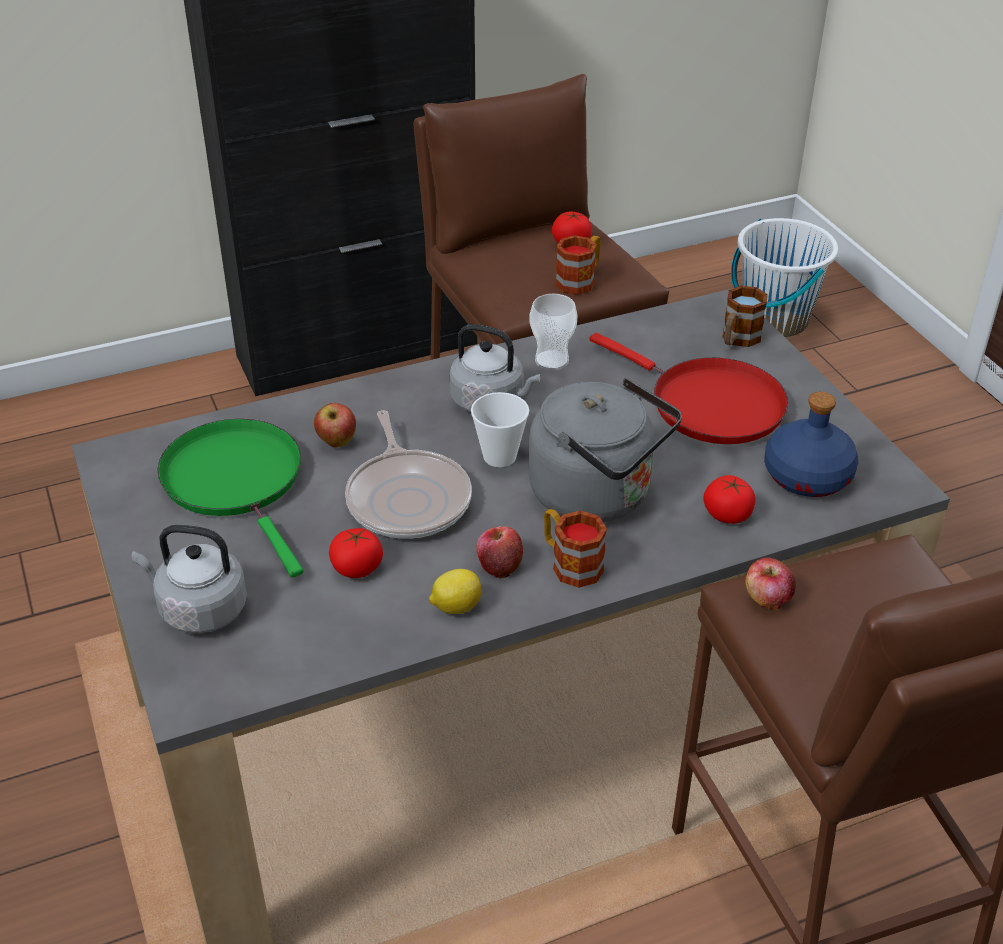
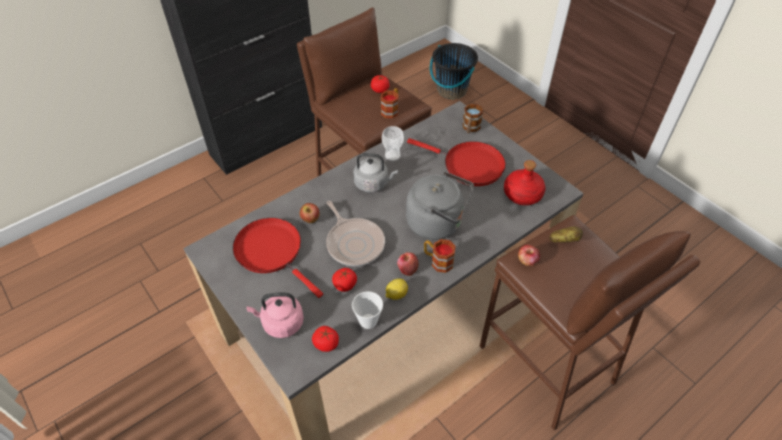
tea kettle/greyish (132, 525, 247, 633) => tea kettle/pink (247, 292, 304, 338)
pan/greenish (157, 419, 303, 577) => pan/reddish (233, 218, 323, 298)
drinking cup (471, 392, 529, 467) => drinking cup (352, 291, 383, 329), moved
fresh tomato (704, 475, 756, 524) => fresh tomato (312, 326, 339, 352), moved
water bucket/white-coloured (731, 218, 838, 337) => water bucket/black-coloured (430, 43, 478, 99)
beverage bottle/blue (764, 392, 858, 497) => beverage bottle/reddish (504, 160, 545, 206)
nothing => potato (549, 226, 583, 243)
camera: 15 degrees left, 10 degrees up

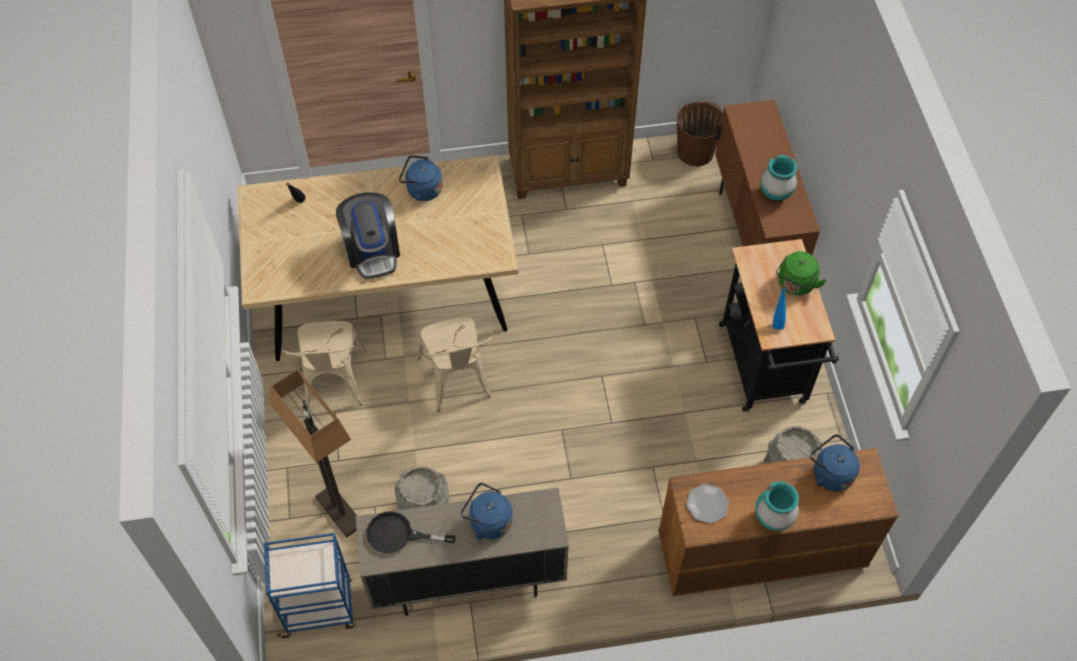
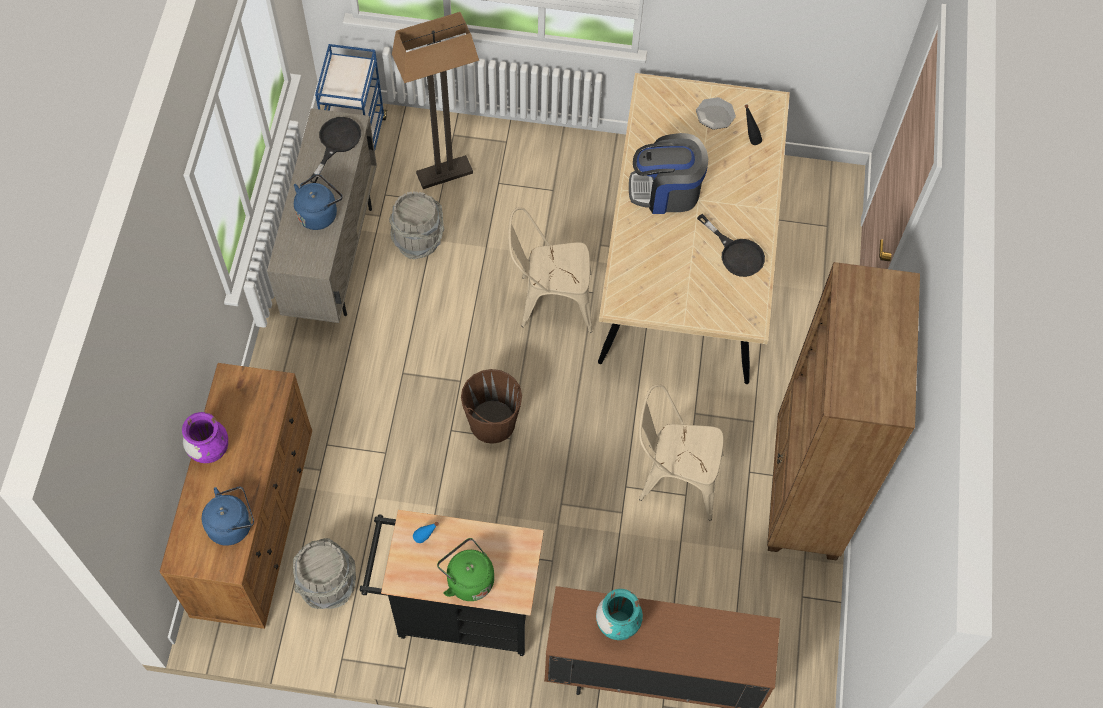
plain chair/beige (282, 321, 367, 409) => plain chair/beige (639, 384, 724, 521), moved
tea kettle/blue (399, 155, 443, 201) => pan/black-coloured (697, 214, 765, 277)
water bucket/brownish (677, 102, 723, 166) => water bucket/brownish (461, 369, 522, 444), moved
flat dish (686, 484, 729, 524) => flat dish (696, 97, 736, 130), moved
vase/blue-green (756, 481, 799, 531) => vase/purple-coloured (182, 412, 228, 463)
camera: 105 degrees right, 5 degrees up

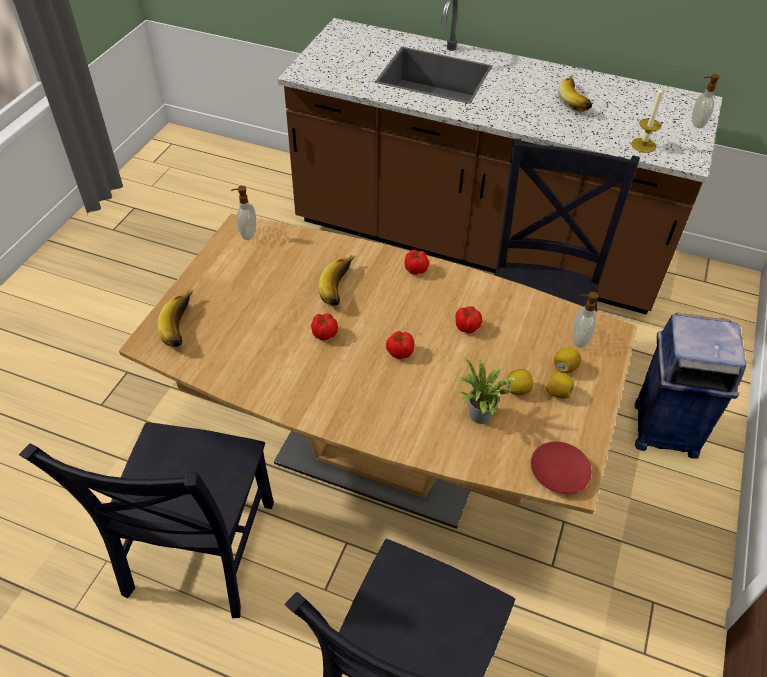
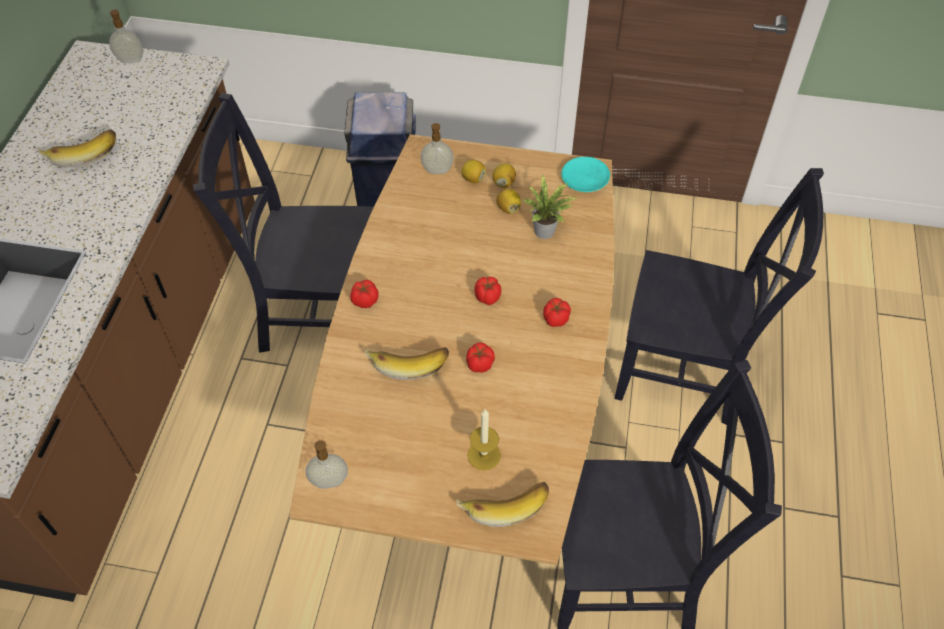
fresh tomato (455, 306, 482, 333) => fresh tomato (543, 298, 571, 327), moved
flat dish/reddish (531, 442, 591, 494) => flat dish/blue-green (561, 157, 610, 192)
wax candle (631, 86, 664, 153) => wax candle (467, 409, 501, 470), moved
camera: 100 degrees left, 5 degrees up

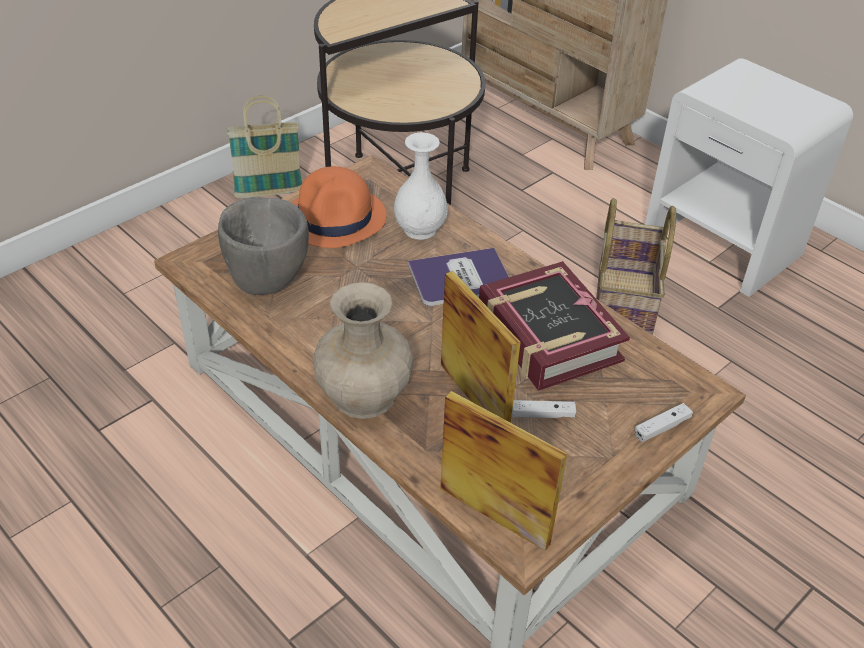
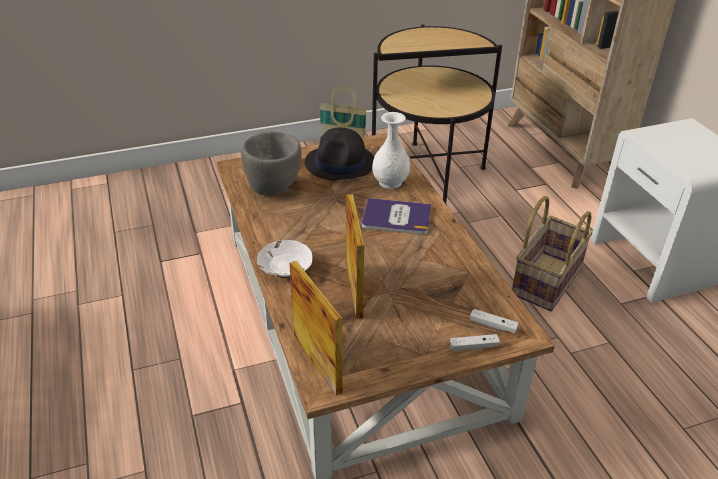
clothing hat/orange (292, 166, 386, 248) => clothing hat/black-coloured (305, 127, 374, 180)
vase/beige (313, 282, 413, 419) => bowl/white-coloured (257, 240, 313, 278)
bound book (479, 261, 630, 391) => nothing
joypad/white-coloured (512, 400, 576, 418) => joypad/white-coloured (470, 309, 519, 333), moved
camera: 25 degrees right, 5 degrees down

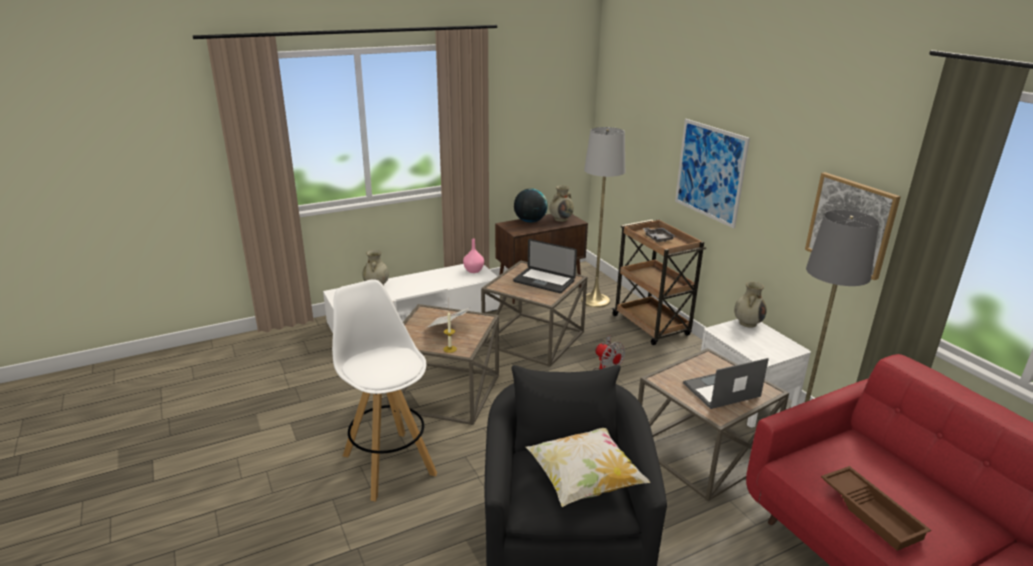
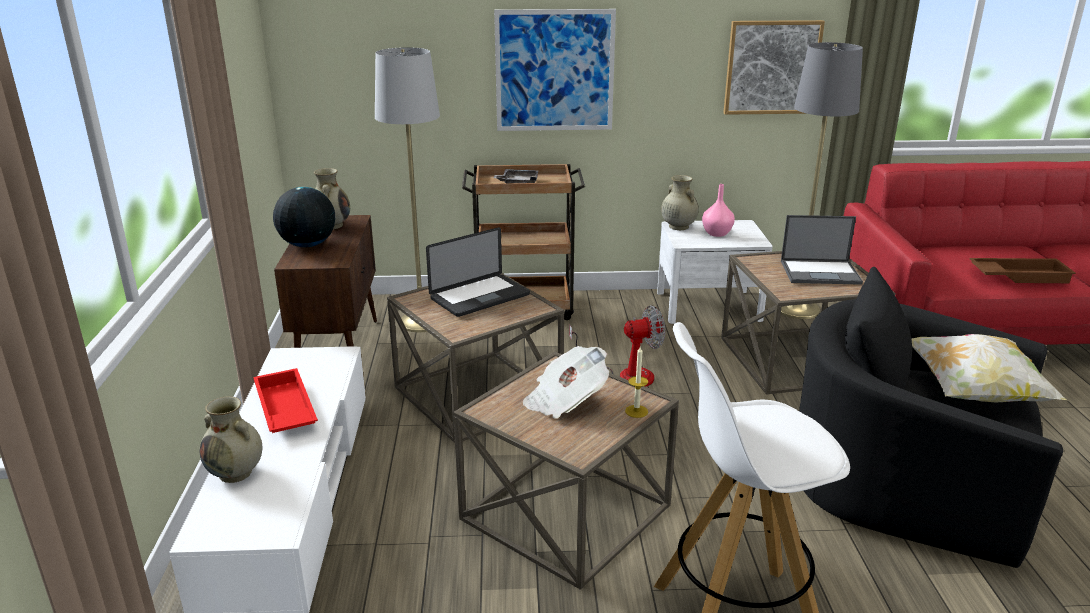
vase/pink (463, 239, 484, 273) => vase/pink (702, 184, 735, 237), moved
portable computer (683, 358, 769, 409) => portable computer (781, 215, 863, 285), 90 degrees counterclockwise
nothing => serving tray/reddish (253, 368, 318, 433)
camera: 65 degrees left, 0 degrees up

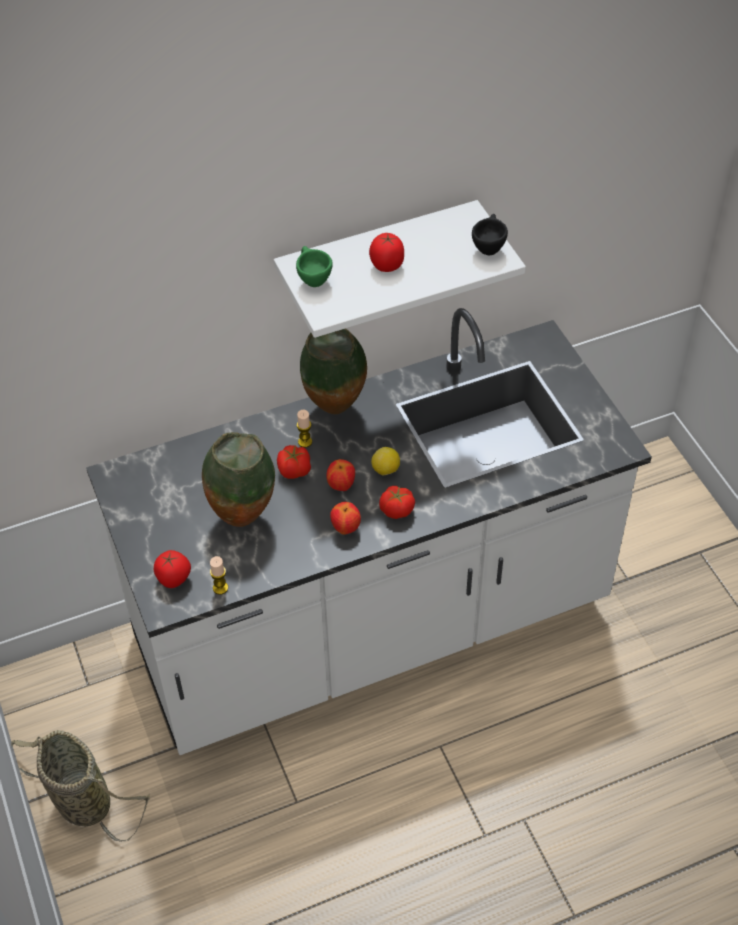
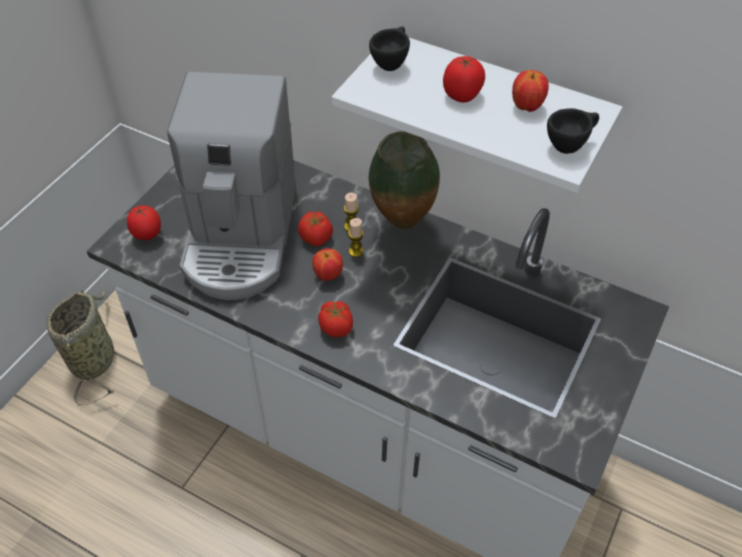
vase (202, 432, 275, 527) => coffee brewer (167, 72, 296, 300)
wax candle (210, 556, 228, 595) => wax candle (348, 218, 364, 257), moved
drinking cup/greenish (296, 246, 333, 287) => drinking cup/black-coloured (369, 26, 410, 71)
whole apple (330, 502, 361, 535) => whole apple (512, 70, 549, 112), moved
lemon (371, 447, 400, 475) => nothing
camera: 50 degrees right, 0 degrees up

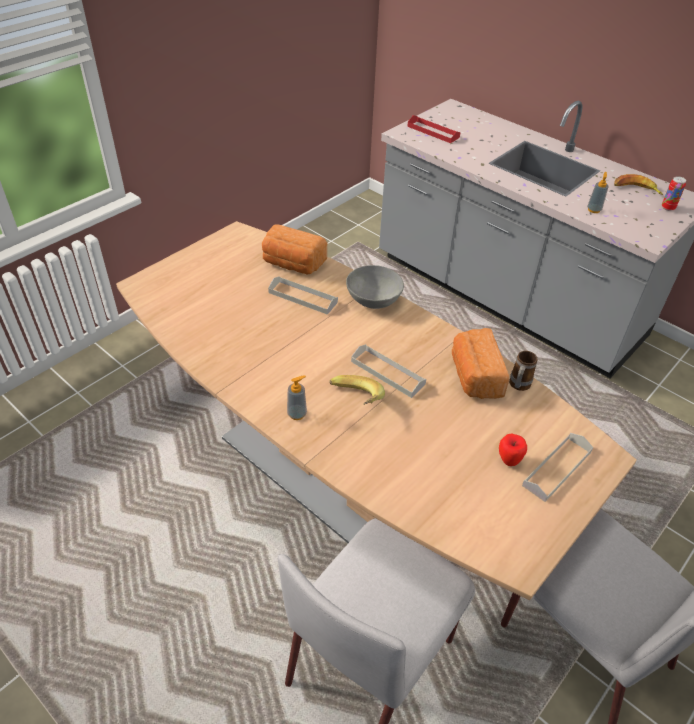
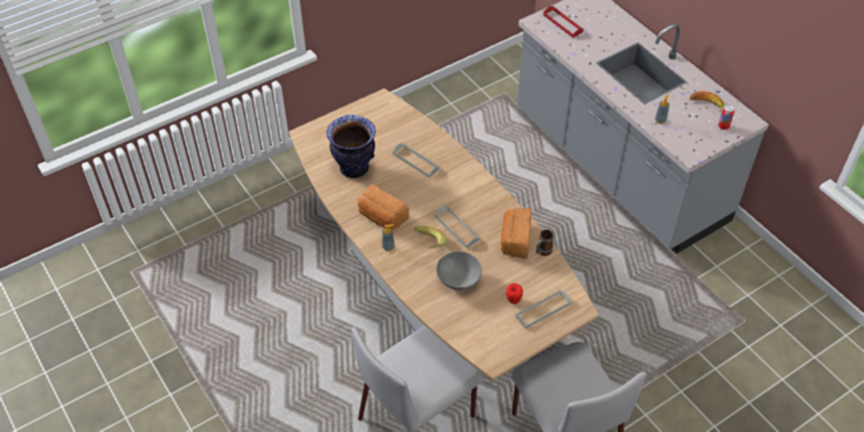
bread (262, 224, 327, 274) => bread (358, 184, 409, 230), moved
bowl/greyish (346, 265, 404, 309) => bowl/greyish (436, 251, 482, 291), moved
nothing => vase (326, 115, 376, 178)
camera: 15 degrees right, 5 degrees up

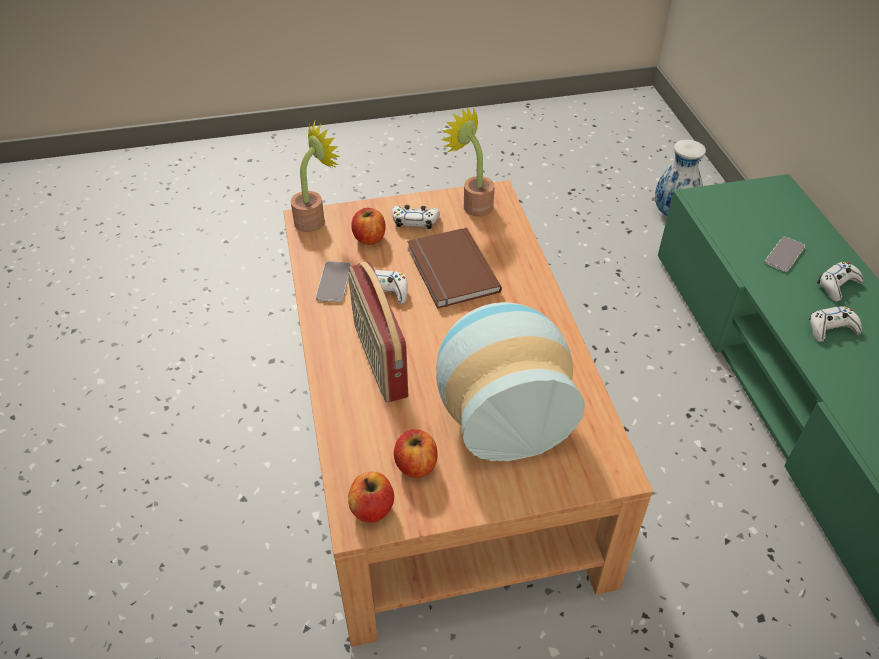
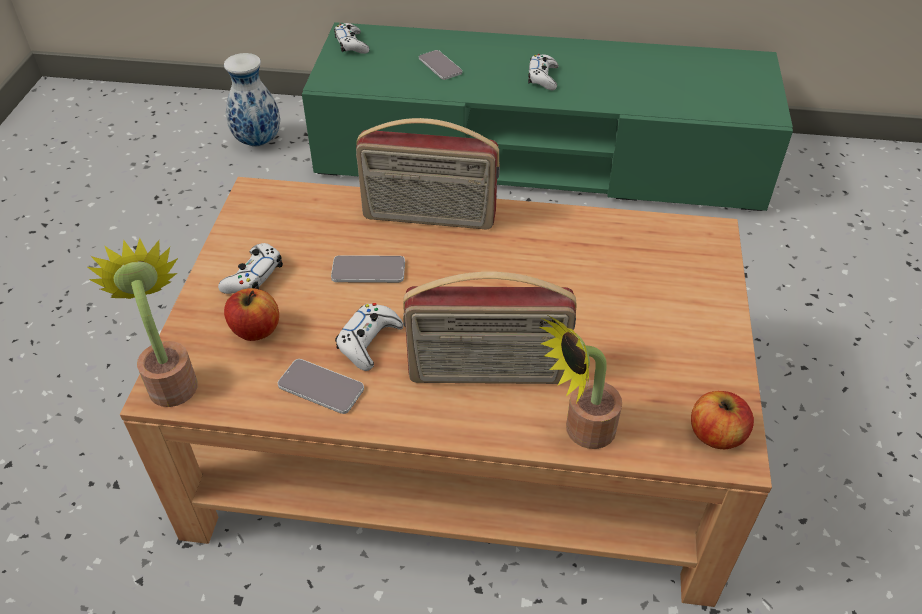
whole apple (394, 429, 438, 478) => nothing
bound book/brownish (407, 227, 502, 309) => handset (331, 255, 405, 283)
vase (436, 302, 585, 461) => nothing
potted plant (441, 107, 495, 217) => potted plant (540, 315, 622, 449), moved
joypad/white-coloured (817, 262, 864, 302) => joypad/white-coloured (334, 23, 369, 54), moved
nothing => radio set (356, 118, 500, 229)
camera: 70 degrees left, 0 degrees up

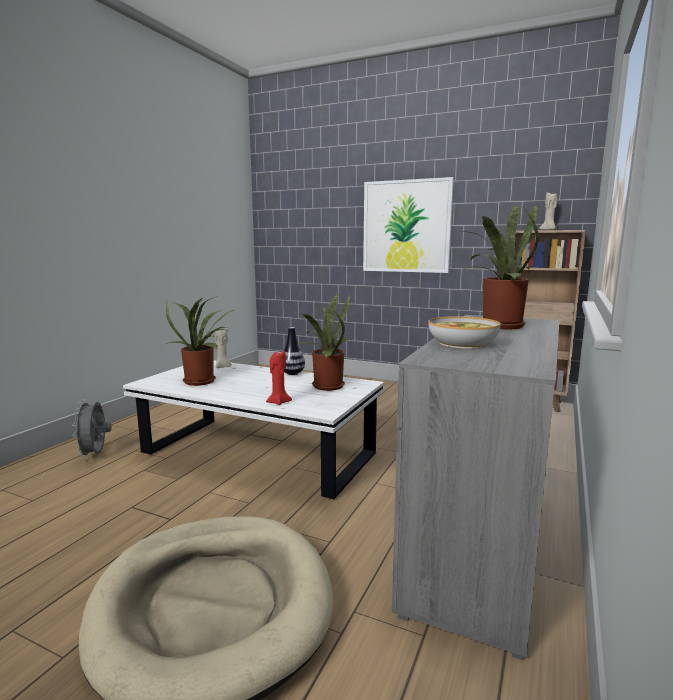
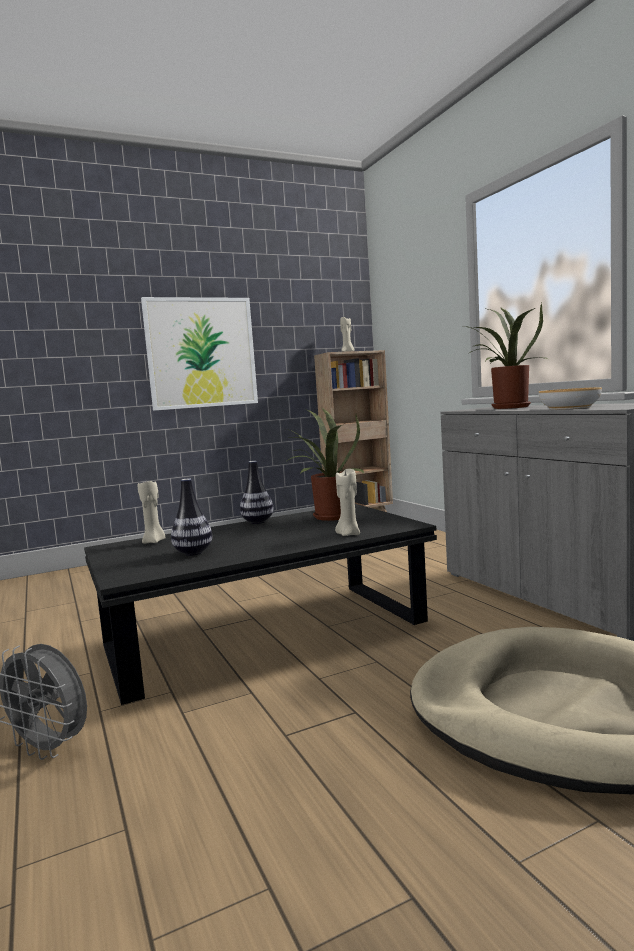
coffee table/white-coloured (123, 360, 384, 499) => coffee table/black-coloured (84, 504, 437, 705)
potted plant (166, 297, 234, 386) => vase (171, 479, 212, 556)
wax candle/reddish (266, 351, 292, 405) => wax candle/beige (335, 469, 360, 536)
camera: 50 degrees left, 5 degrees down

